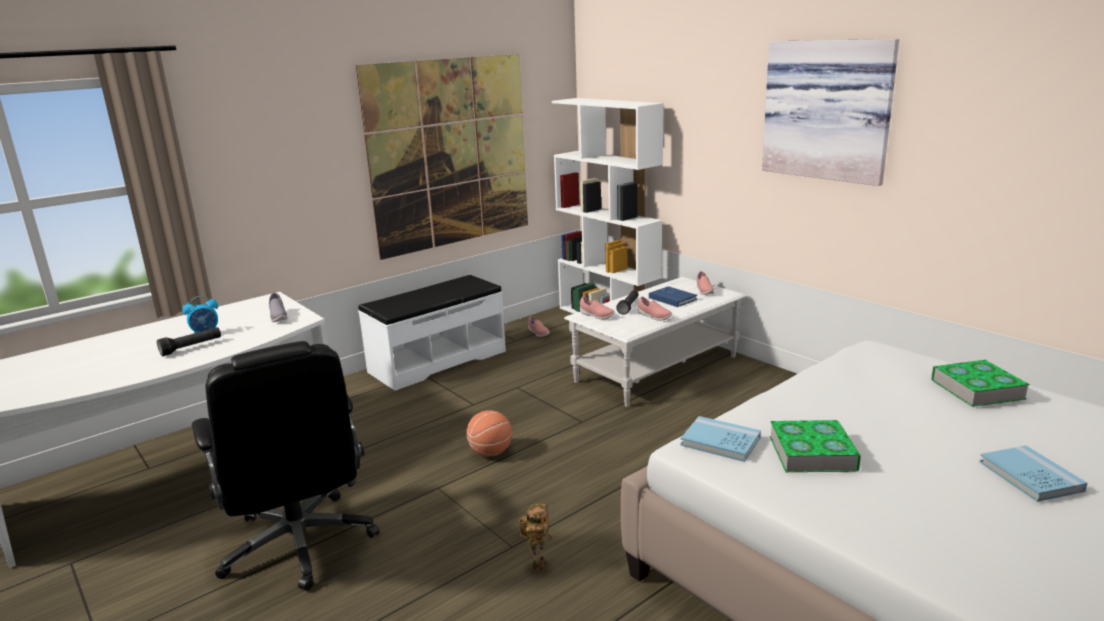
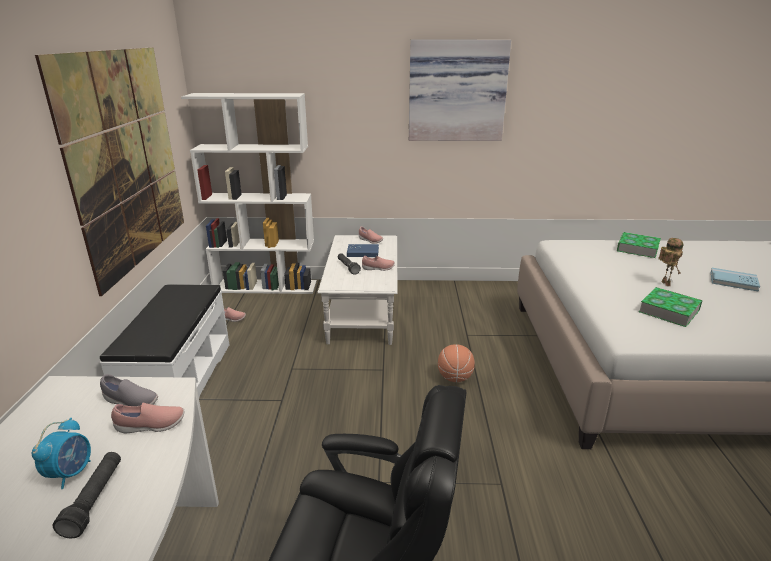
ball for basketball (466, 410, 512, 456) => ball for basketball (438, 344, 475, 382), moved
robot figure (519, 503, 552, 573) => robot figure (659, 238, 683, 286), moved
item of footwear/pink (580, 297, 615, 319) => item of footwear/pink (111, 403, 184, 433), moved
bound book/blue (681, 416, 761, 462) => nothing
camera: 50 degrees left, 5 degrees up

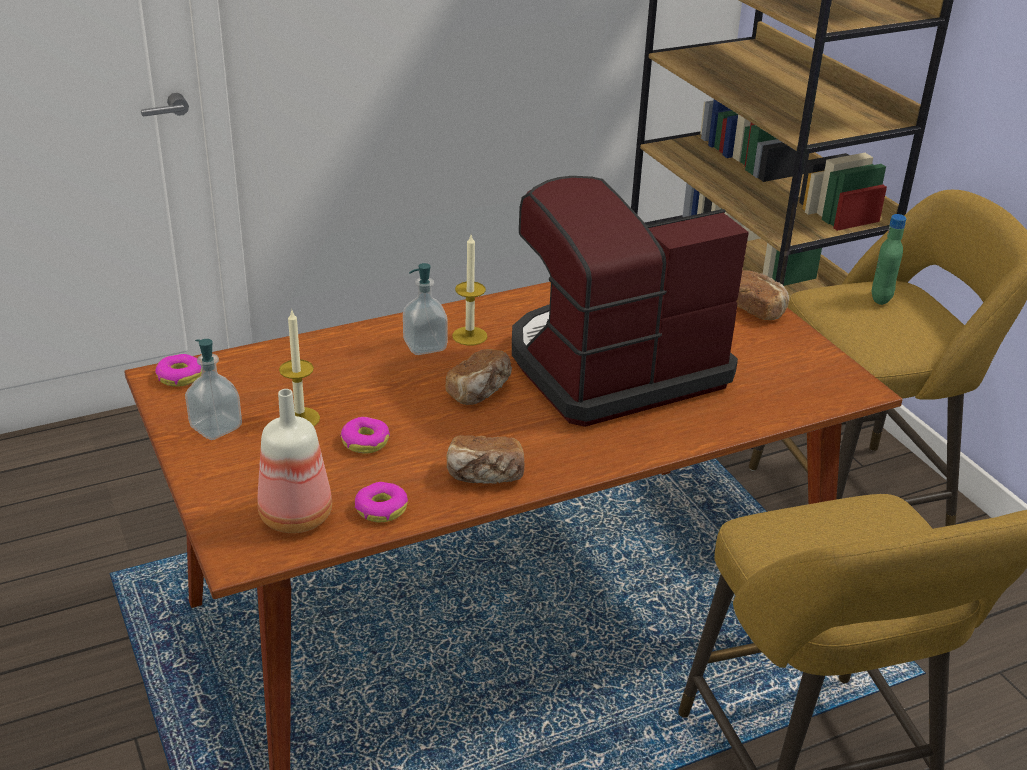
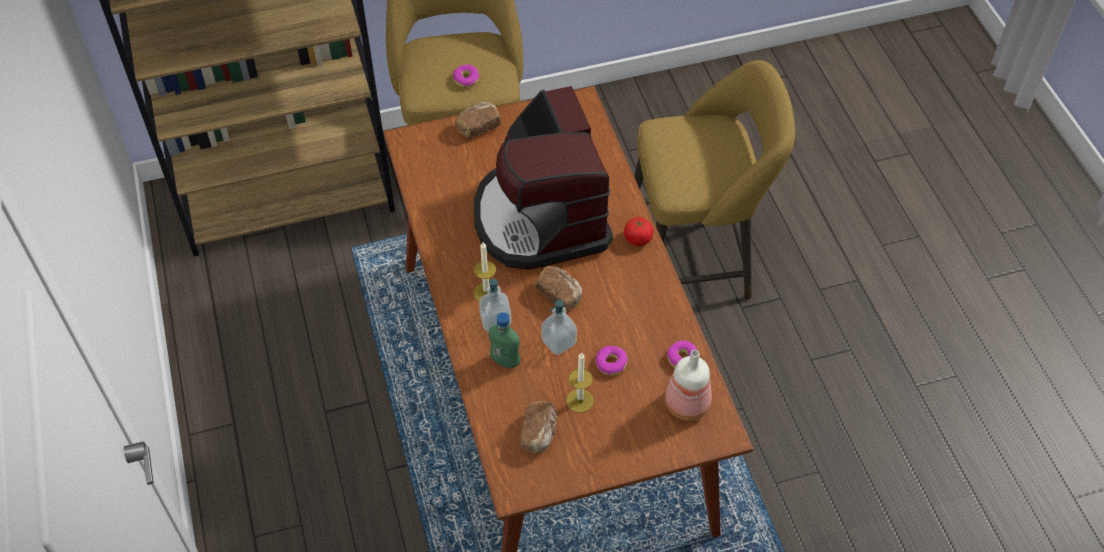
doughnut (155, 354, 202, 387) => doughnut (453, 64, 480, 87), moved
soap dispenser (185, 339, 242, 440) => soap dispenser (541, 300, 577, 355), moved
bread (447, 435, 525, 484) => bread (520, 401, 557, 454), moved
beverage bottle/greenish (872, 214, 906, 305) => beverage bottle/greenish (489, 312, 520, 368), moved
nothing => fresh tomato (624, 217, 653, 246)
camera: 80 degrees left, 20 degrees up

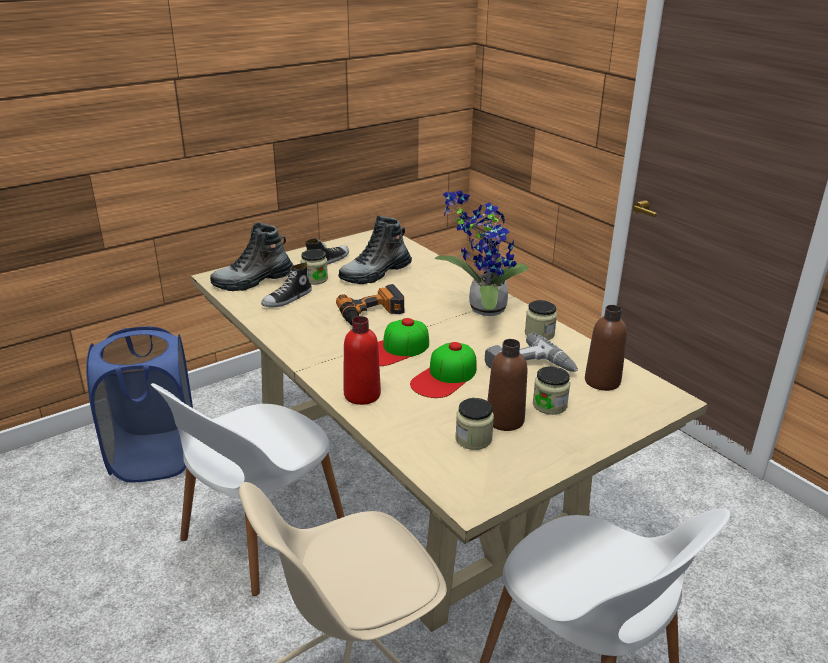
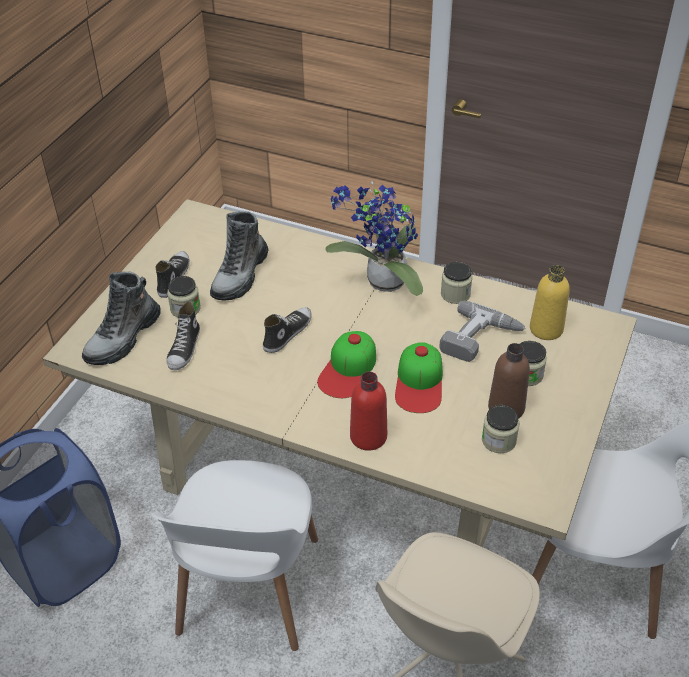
electric drill (336, 284, 404, 326) => item of footwear (263, 307, 312, 353)
beverage bottle/brownish (585, 305, 627, 391) => beverage bottle/yellowish (530, 265, 570, 340)
camera: 30 degrees left, 15 degrees up

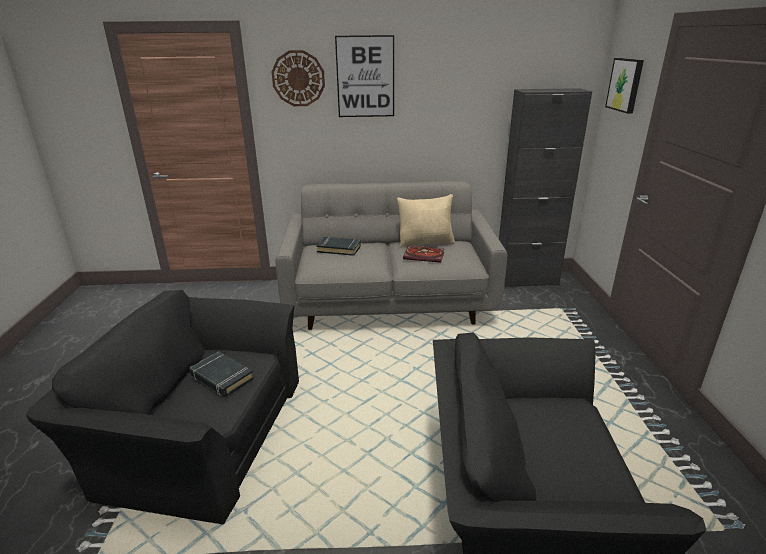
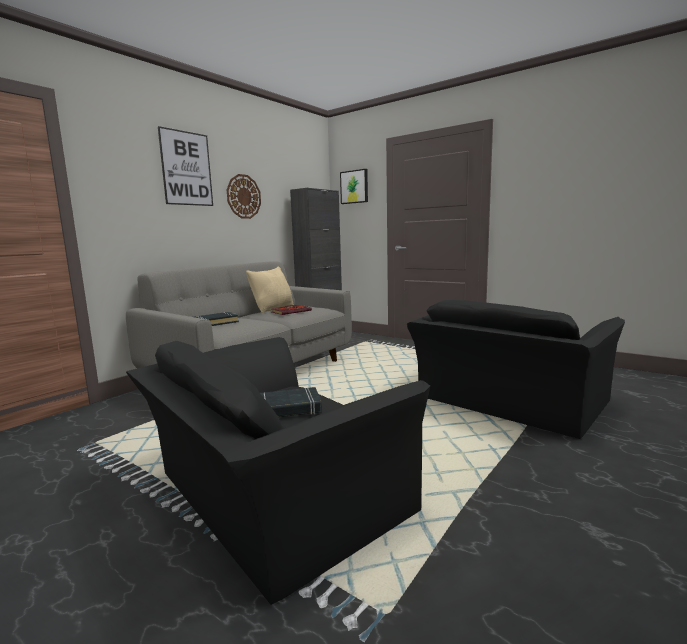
wall clock (272, 50, 325, 106) => wall clock (227, 174, 261, 219), moved
camera: 50 degrees left, 15 degrees down

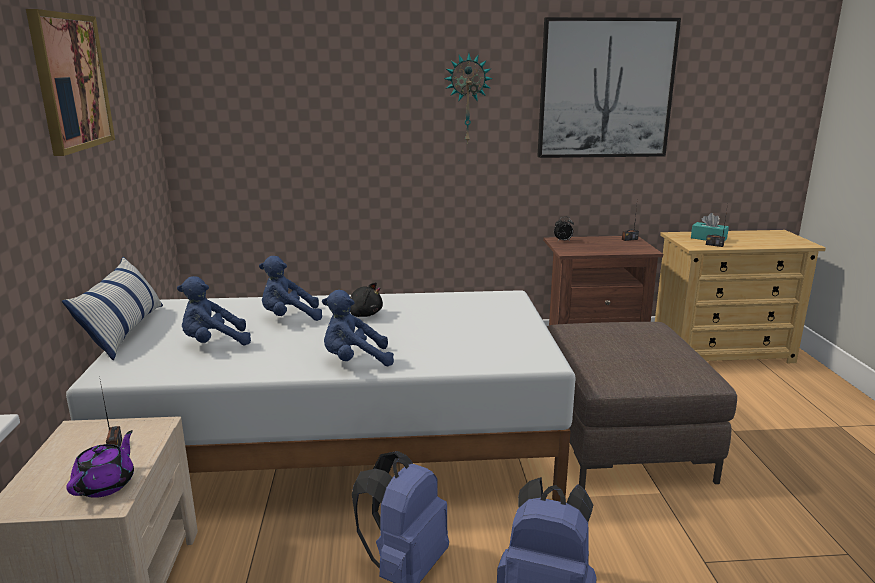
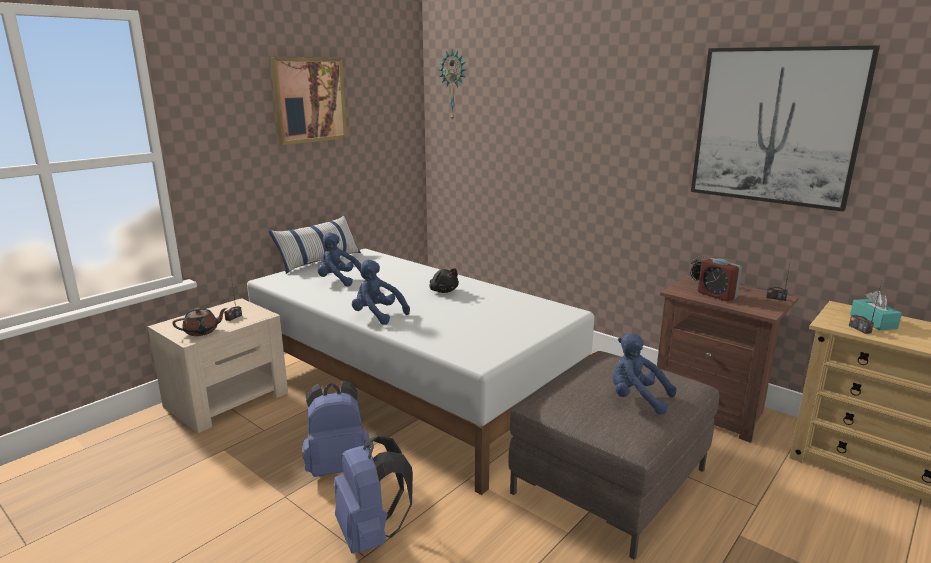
teapot/purple-coloured (66, 430, 134, 498) => teapot/brownish (172, 308, 228, 336)
soft toy/blue (259, 256, 322, 321) => soft toy/blue (613, 333, 677, 414), moved
wall clock (444, 53, 493, 144) => wall clock (438, 50, 467, 121), moved
nothing => table clock (698, 258, 742, 302)
camera: 45 degrees right, 0 degrees up

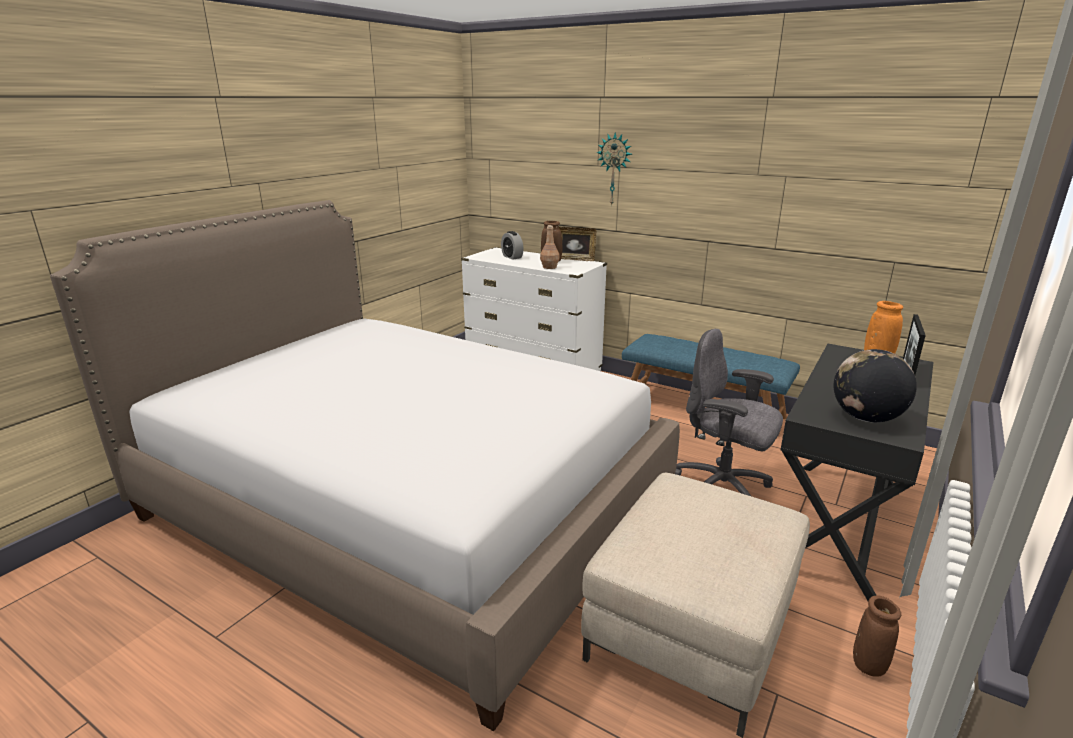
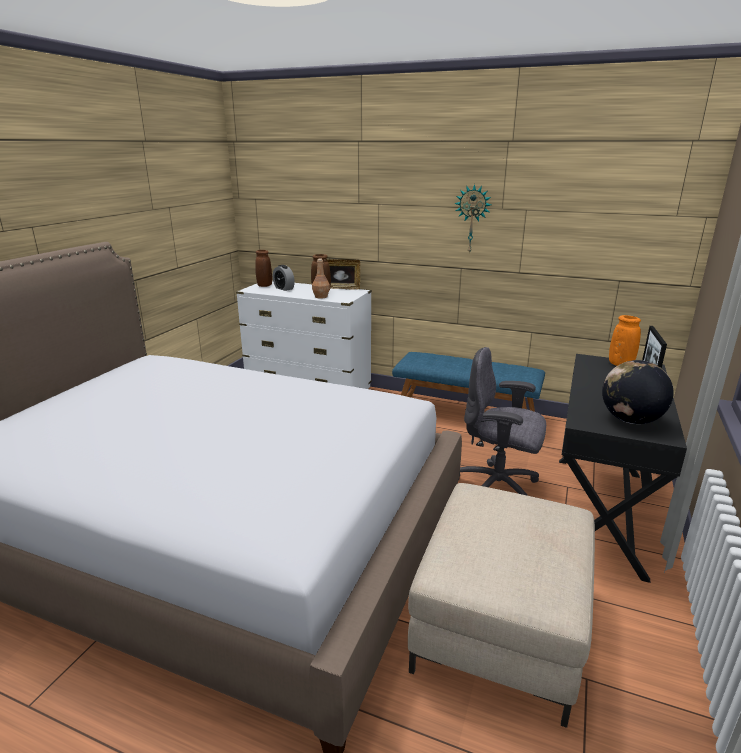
wall clock (596, 133, 632, 206) => wall clock (454, 184, 491, 254), moved
vase/brownish (853, 596, 901, 677) => vase/brownish (255, 250, 272, 287), moved
camera: 10 degrees left, 0 degrees up

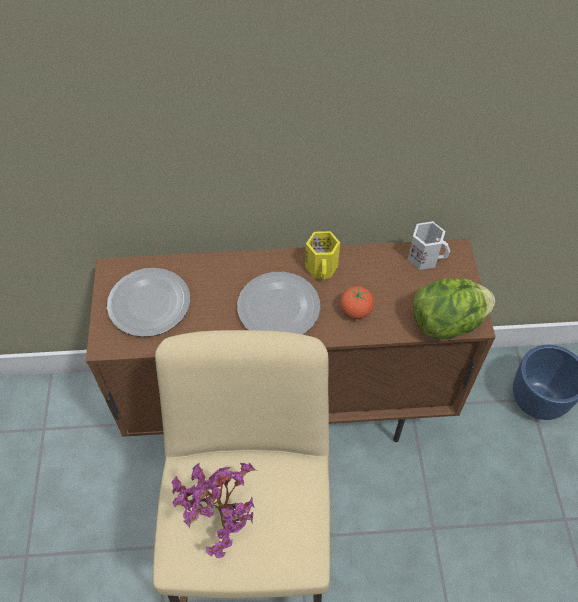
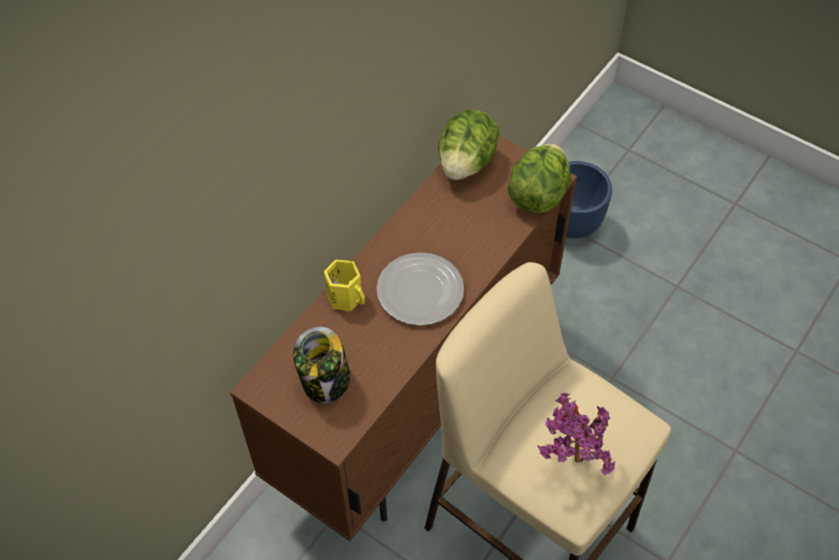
flat dish (107, 268, 190, 337) => preserve jar (293, 327, 350, 403)
coffee mug/yellowish (305, 231, 340, 279) => coffee mug/yellowish (324, 260, 365, 311), moved
fresh tomato (340, 286, 374, 319) => nothing
coffee mug/white-coloured (408, 221, 450, 270) => head of lettuce (438, 110, 500, 180)
camera: 50 degrees left, 0 degrees up

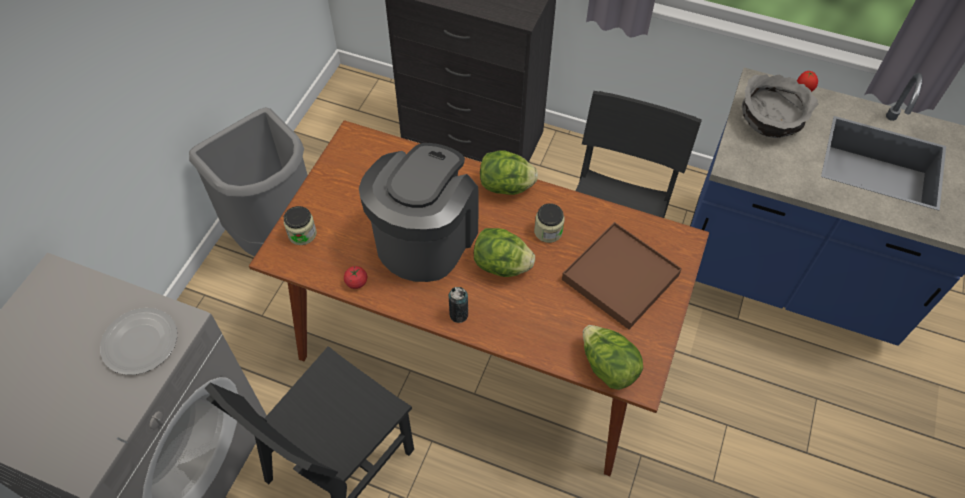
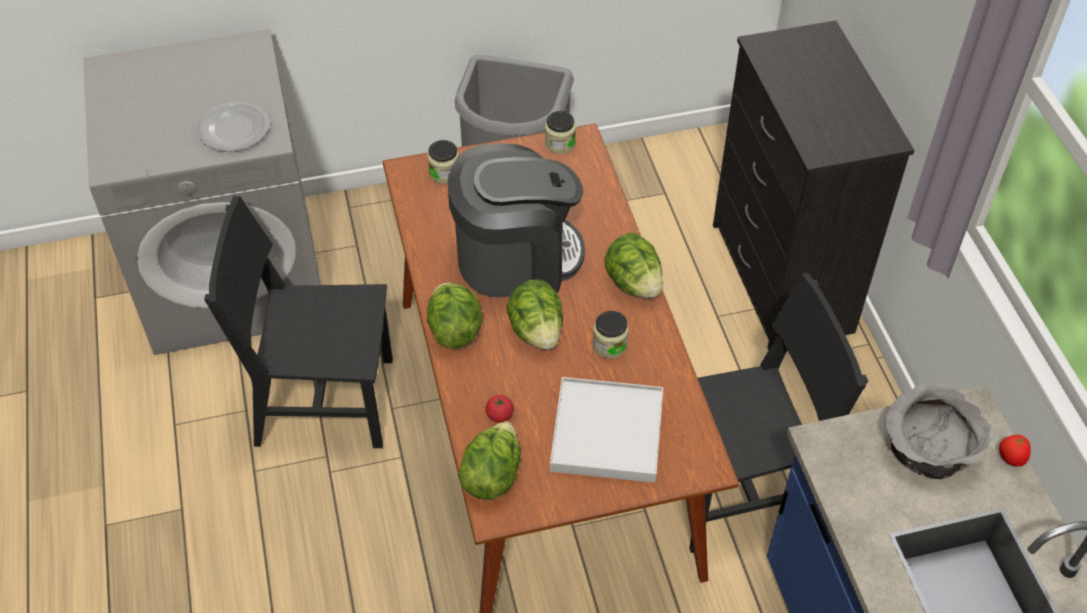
fresh tomato (344, 266, 367, 289) => fresh tomato (485, 395, 514, 422), moved
sealed can (449, 287, 468, 323) => head of lettuce (427, 283, 483, 349)
serving tray/brownish (562, 222, 682, 329) => serving tray/white-coloured (550, 377, 663, 483)
nothing => preserve jar (545, 111, 576, 154)
camera: 55 degrees right, 5 degrees down

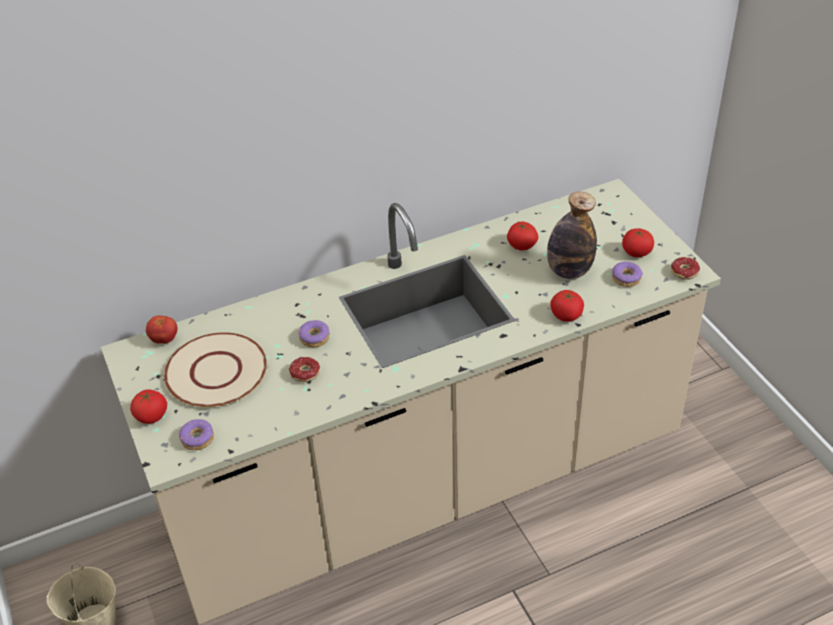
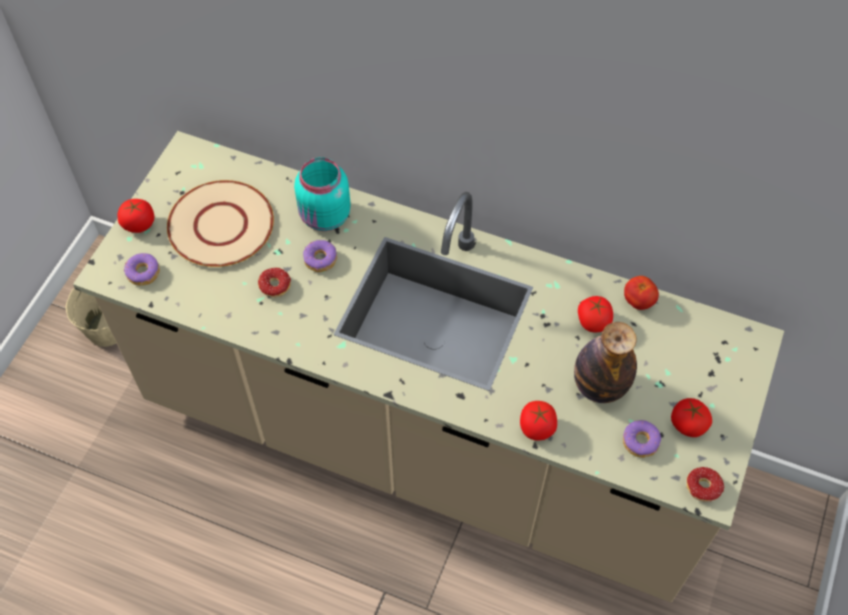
fresh tomato (146, 315, 178, 344) => fresh tomato (624, 276, 659, 310), moved
nothing => preserve jar/blue-green (294, 157, 351, 231)
camera: 45 degrees right, 15 degrees up

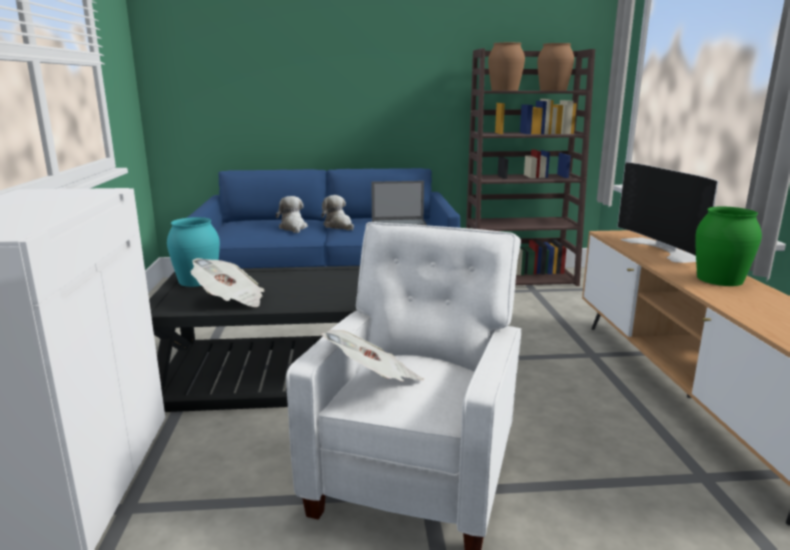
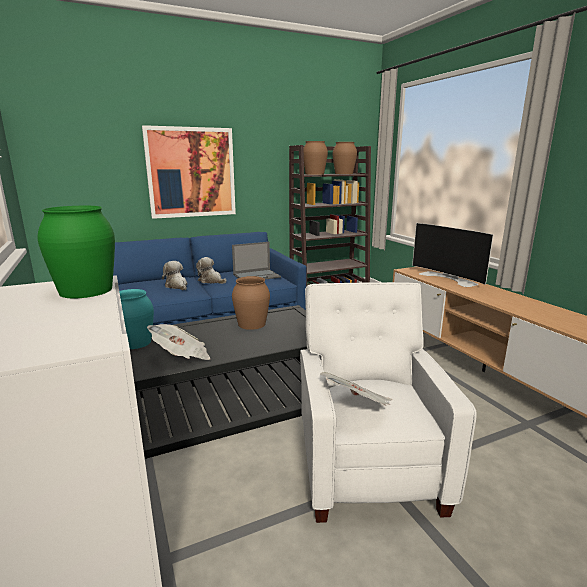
vase/greenish (695, 206, 762, 286) => vase/greenish (38, 206, 115, 298), moved
nothing => wall art (142, 125, 236, 219)
nothing => vase/brownish (232, 276, 270, 330)
camera: 20 degrees left, 0 degrees up

